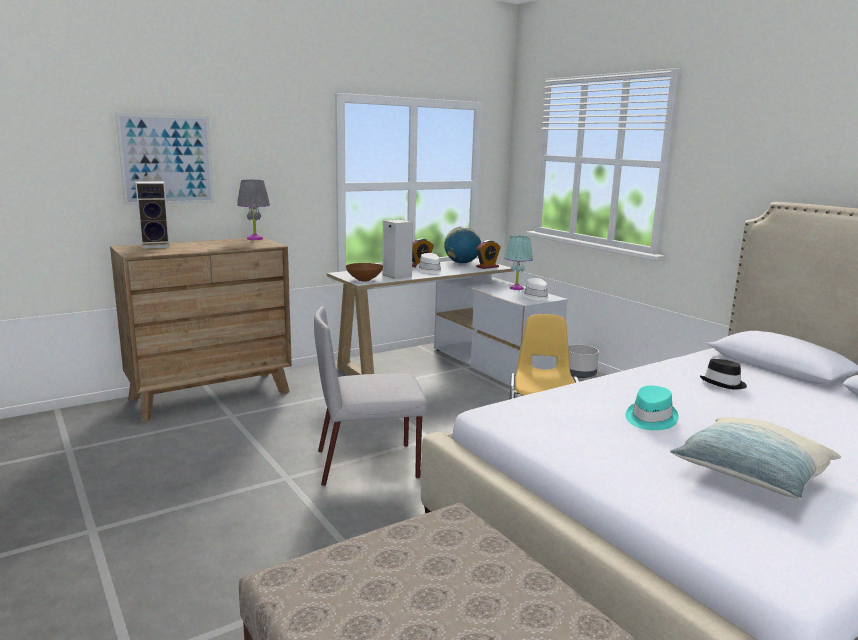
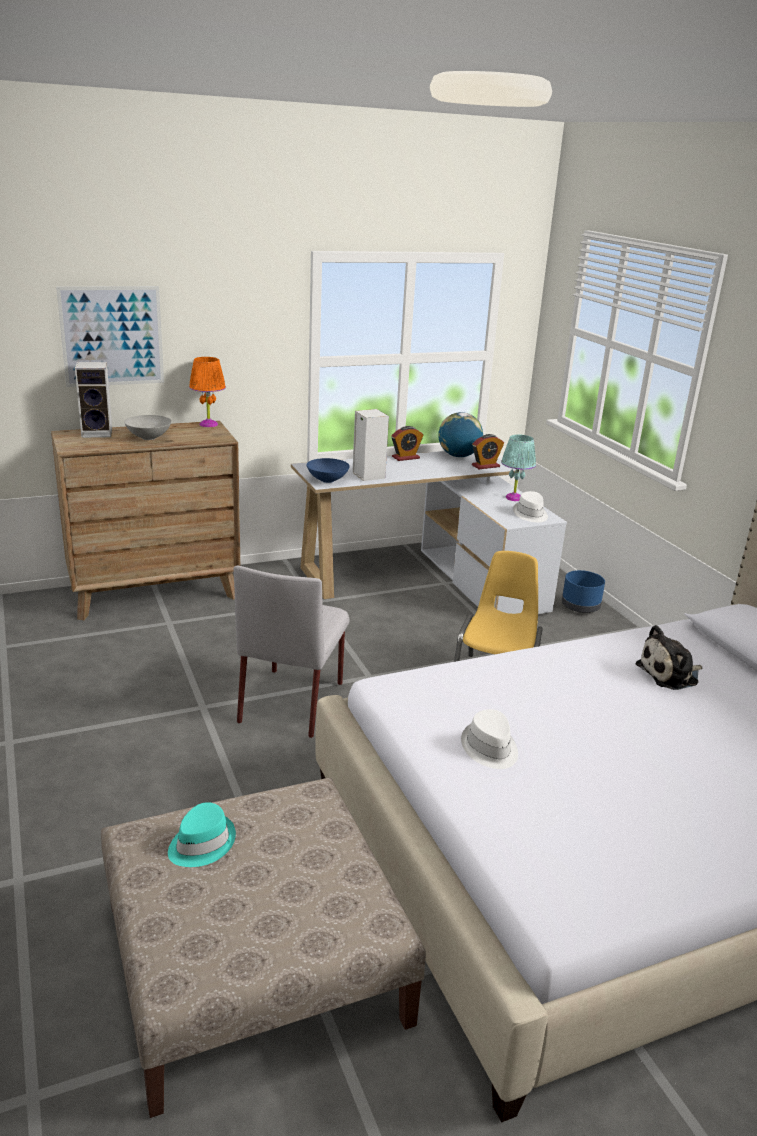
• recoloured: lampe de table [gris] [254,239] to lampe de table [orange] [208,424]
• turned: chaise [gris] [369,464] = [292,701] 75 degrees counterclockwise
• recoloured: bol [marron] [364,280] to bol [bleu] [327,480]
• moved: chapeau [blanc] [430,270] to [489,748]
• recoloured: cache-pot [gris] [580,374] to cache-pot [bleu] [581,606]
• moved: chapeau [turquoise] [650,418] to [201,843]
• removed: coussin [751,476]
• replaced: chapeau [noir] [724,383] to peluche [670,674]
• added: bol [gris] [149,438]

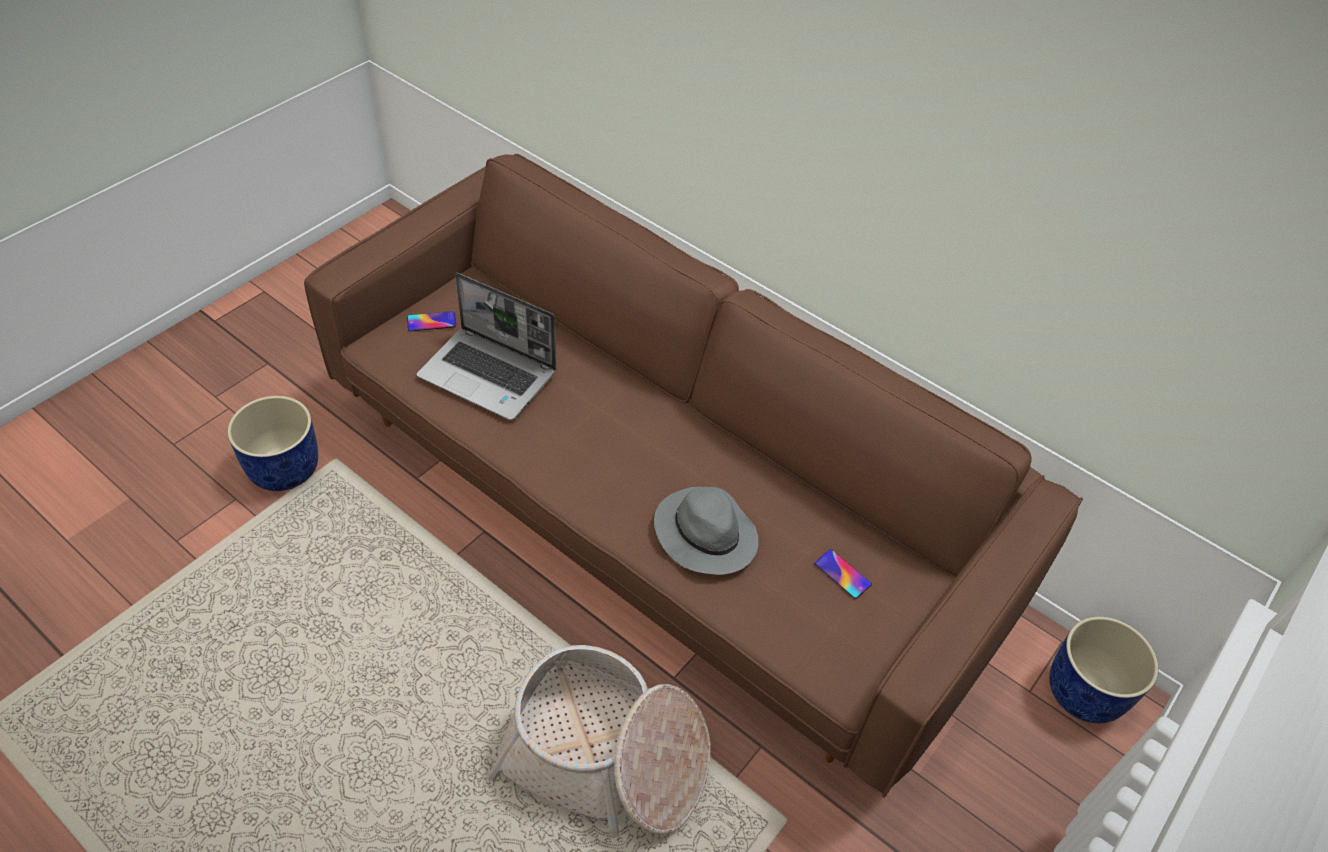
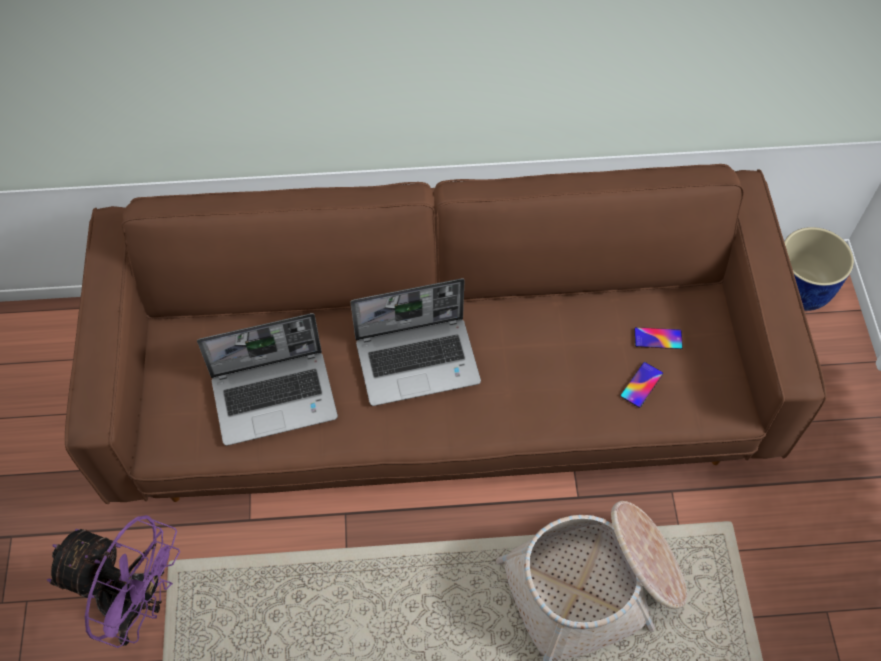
• replaced: cache-pot [bleu] [285,468] to ventilateur [violet] [137,604]
• moved: téléphone [431,321] to [641,385]
• removed: chapeau [gris] [704,533]
• added: ordinateur portable [419,361]

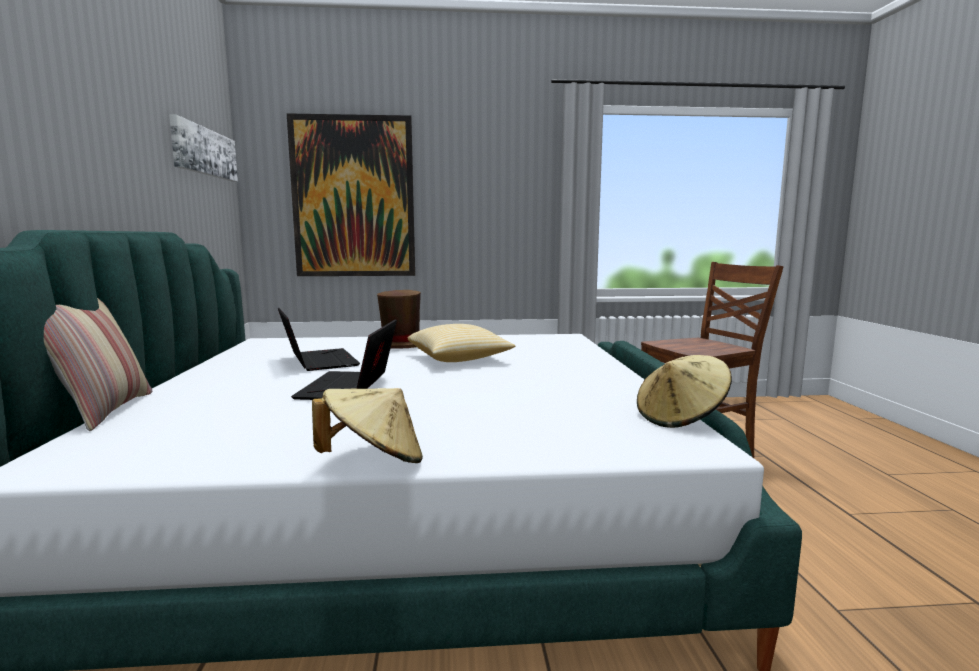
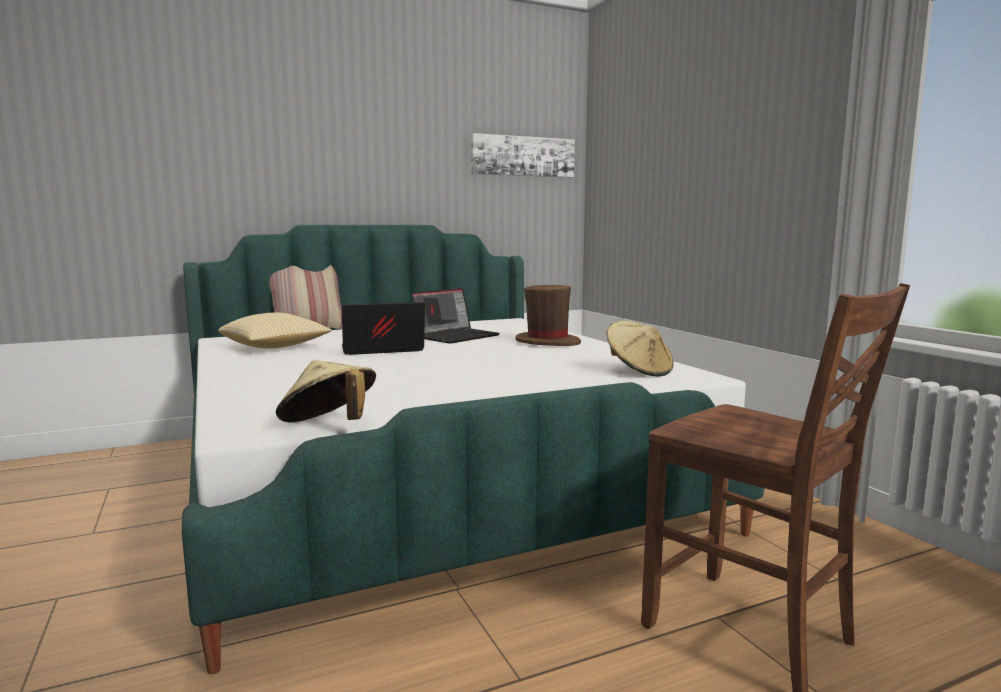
• removed: tableau [353,197]
• moved: chapeau [beige] [374,461] to [639,371]
• moved: coussin [459,359] to [275,347]

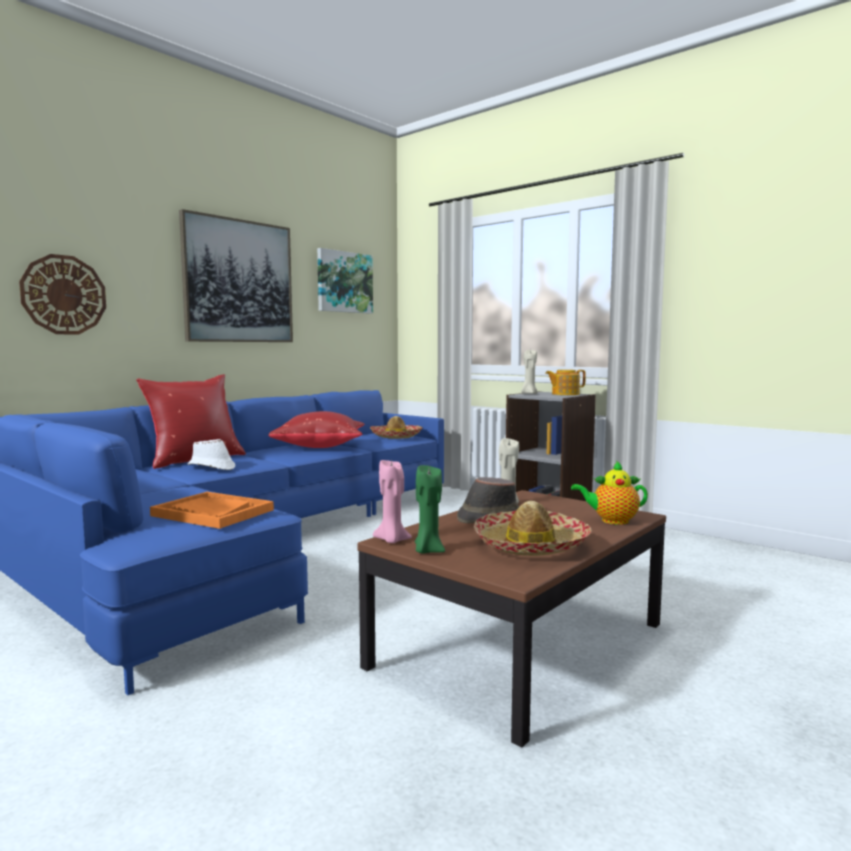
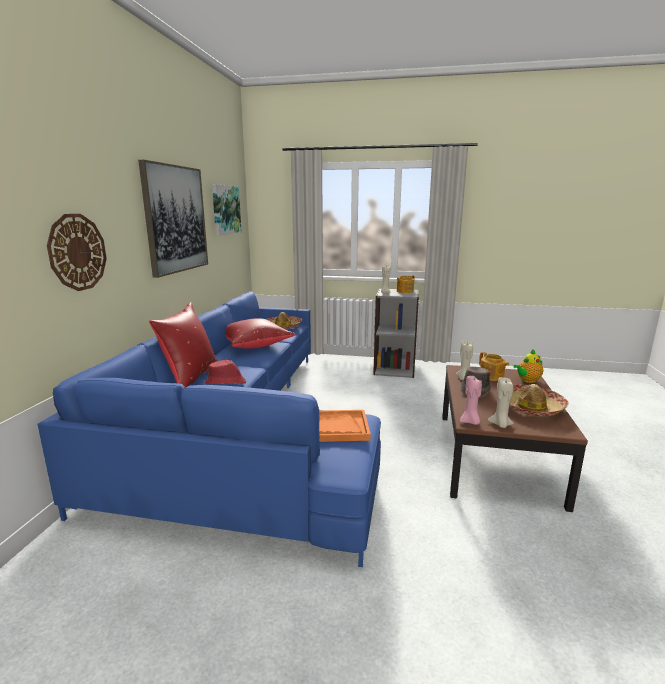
• recoloured: chapeau [blanc] [211,467] to chapeau [rouge] [226,382]
• recoloured: bougie [vert] [428,551] to bougie [beige] [500,424]
• added: théière [491,376]

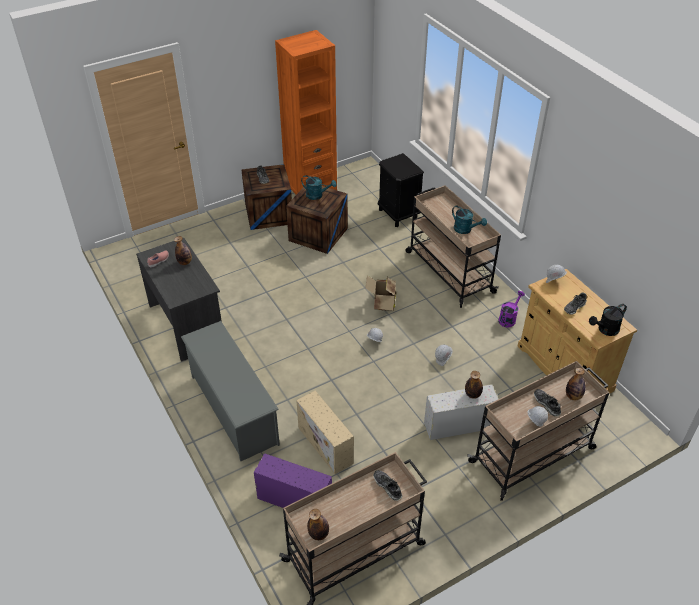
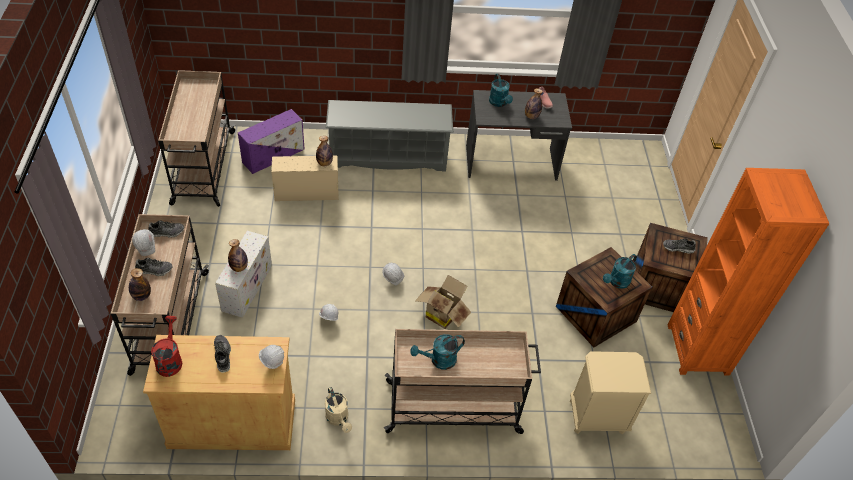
• moved: bouteille [318,534] to [324,163]
• moved: chaussure [387,487] to [166,232]
• recoloured: table de chevet [noir] [398,214] to table de chevet [beige] [597,417]
• recoloured: arrosoir [violet] [508,318] to arrosoir [beige] [338,419]
• recoloured: arrosoir [noir] [605,330] to arrosoir [rouge] [170,359]
• added: arrosoir [turquoise] [499,103]

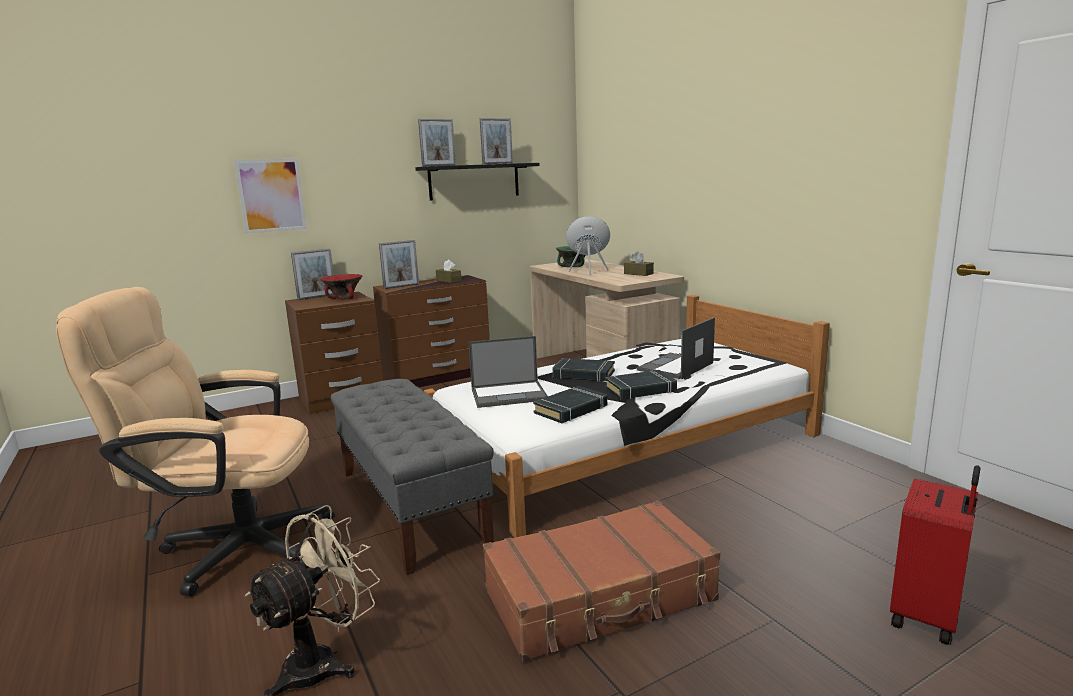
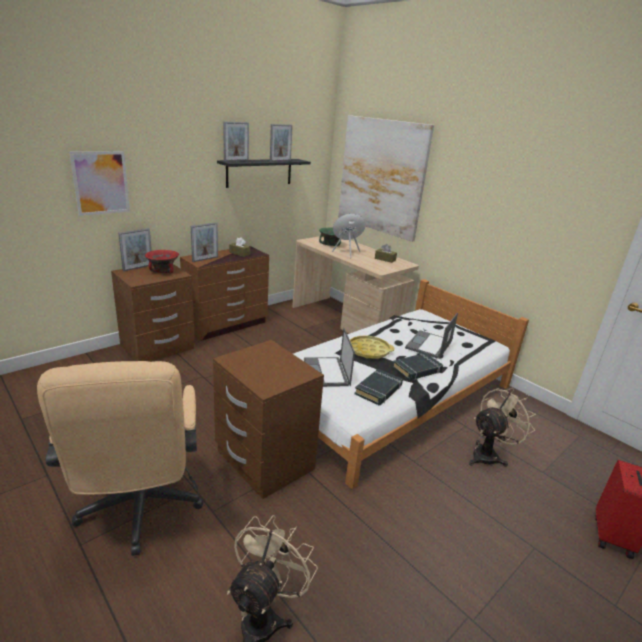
• turned: chaise de bureau [beige] [231,547] = [140,511] 90 degrees counterclockwise
• replaced: banc [gris] [411,506] to table de chevet [marron] [263,461]
• turned: ordinateur portable [510,394] = [326,372] 105 degrees clockwise
• removed: valise [marron] [601,597]
• replaced: livre [noir] [583,374] to plateau [jaune] [368,351]
• added: tableau [381,176]
• added: ventilateur [beige] [489,455]

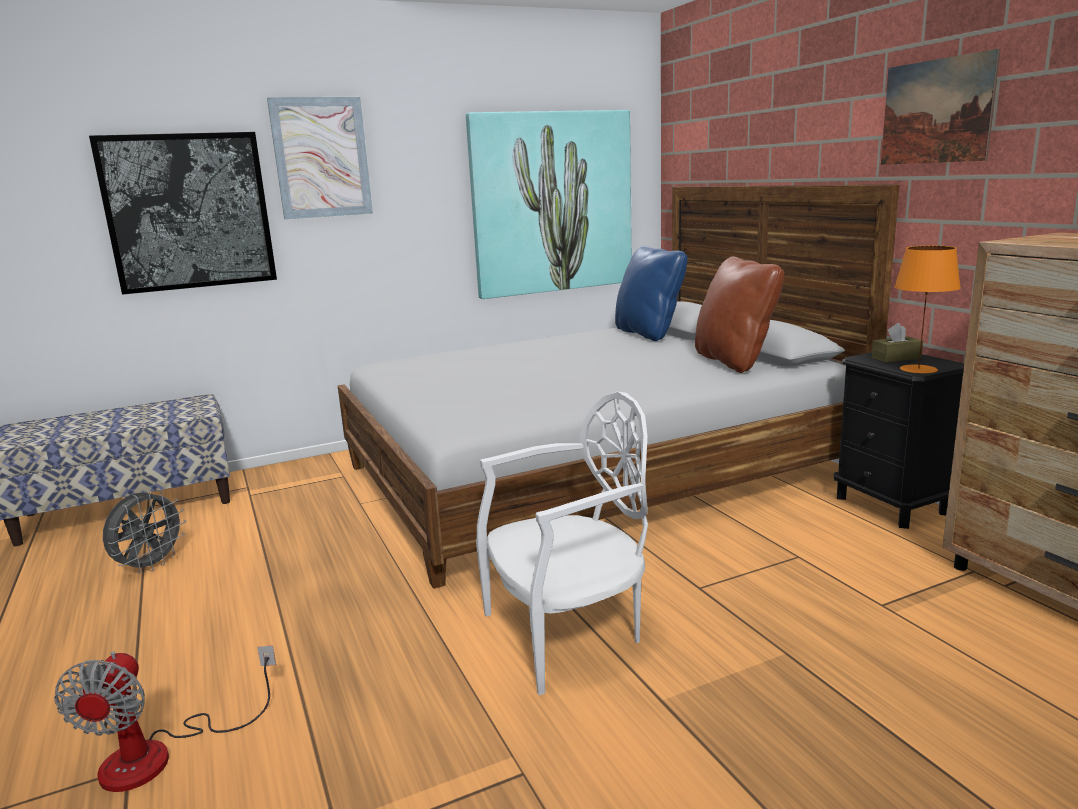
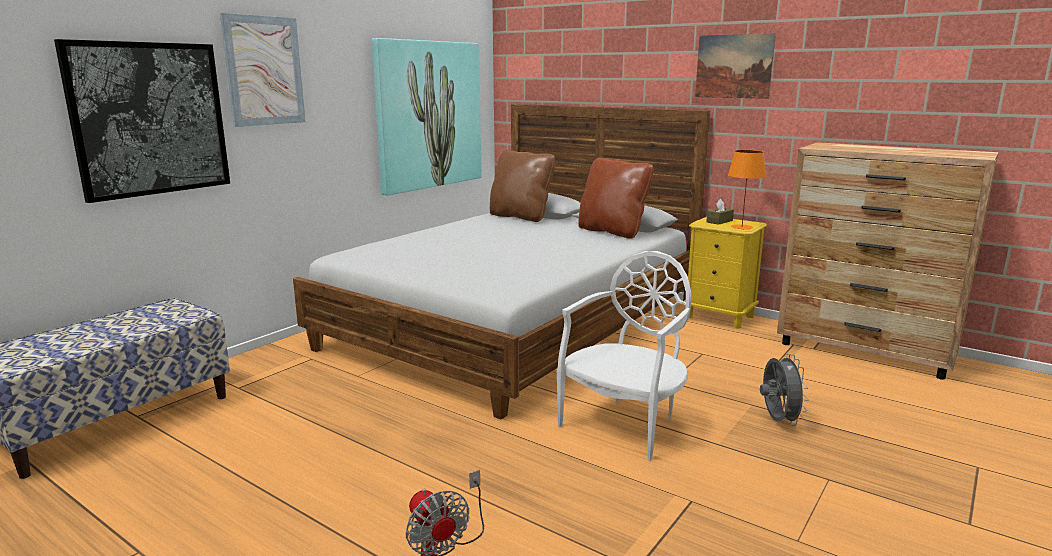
• moved: ventilateur [gris] [150,566] to [777,421]
• recoloured: coussin [bleu] [649,333] to coussin [marron] [521,217]
• recoloured: table de chevet [noir] [891,505] to table de chevet [jaune] [719,317]

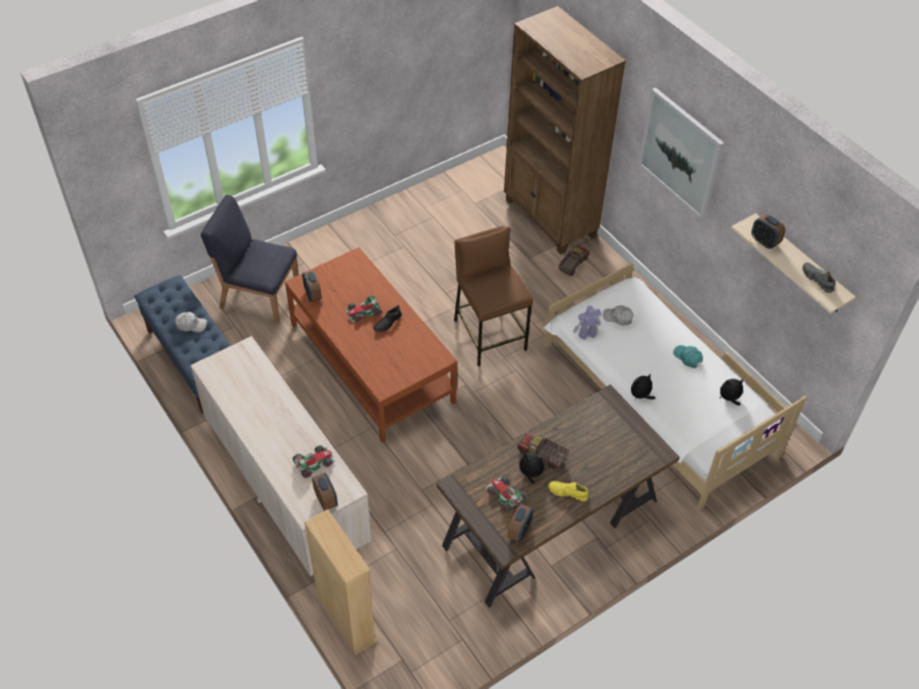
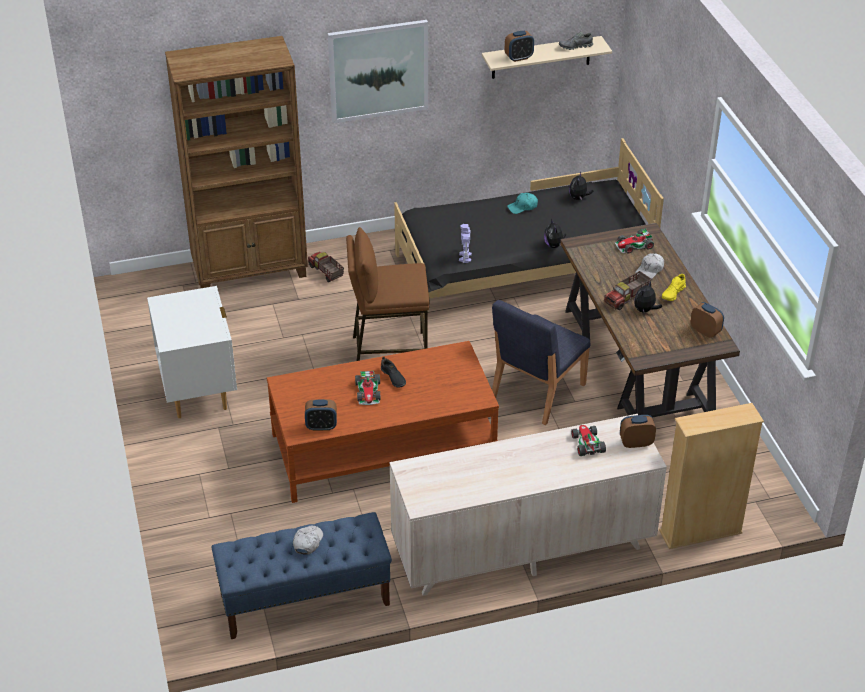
• moved: chaise [bleu] [259,295] to [537,391]
• moved: petite voiture [504,496] to [634,245]
• recoloured: lit [blanc] [656,398] to lit [noir] [522,266]
• moved: casquette [blanc] [618,318] to [650,270]
• added: table de chevet [blanc] [198,392]

